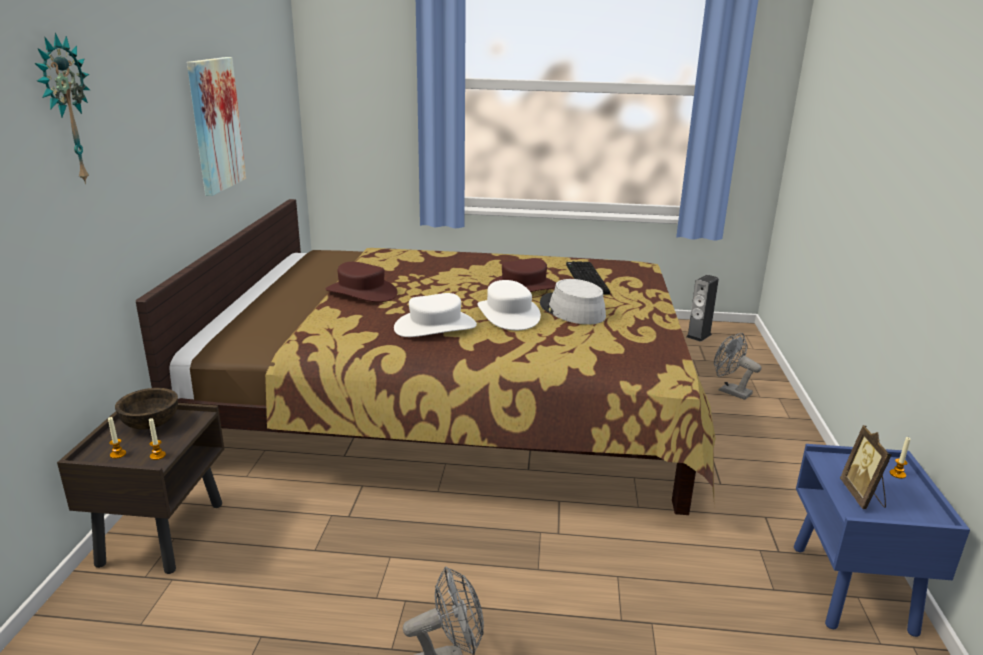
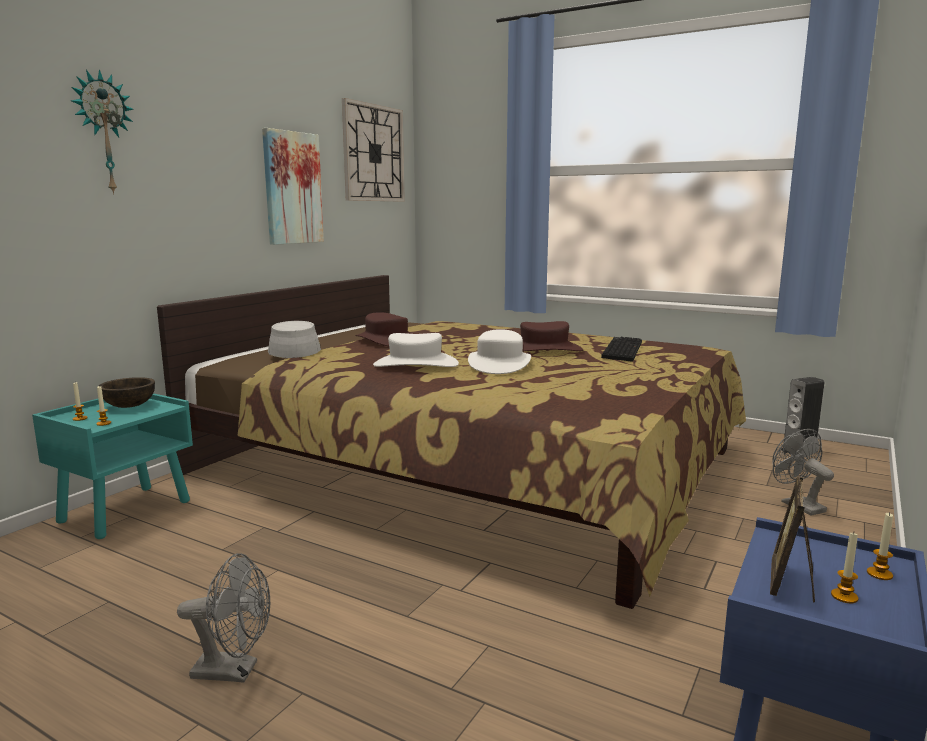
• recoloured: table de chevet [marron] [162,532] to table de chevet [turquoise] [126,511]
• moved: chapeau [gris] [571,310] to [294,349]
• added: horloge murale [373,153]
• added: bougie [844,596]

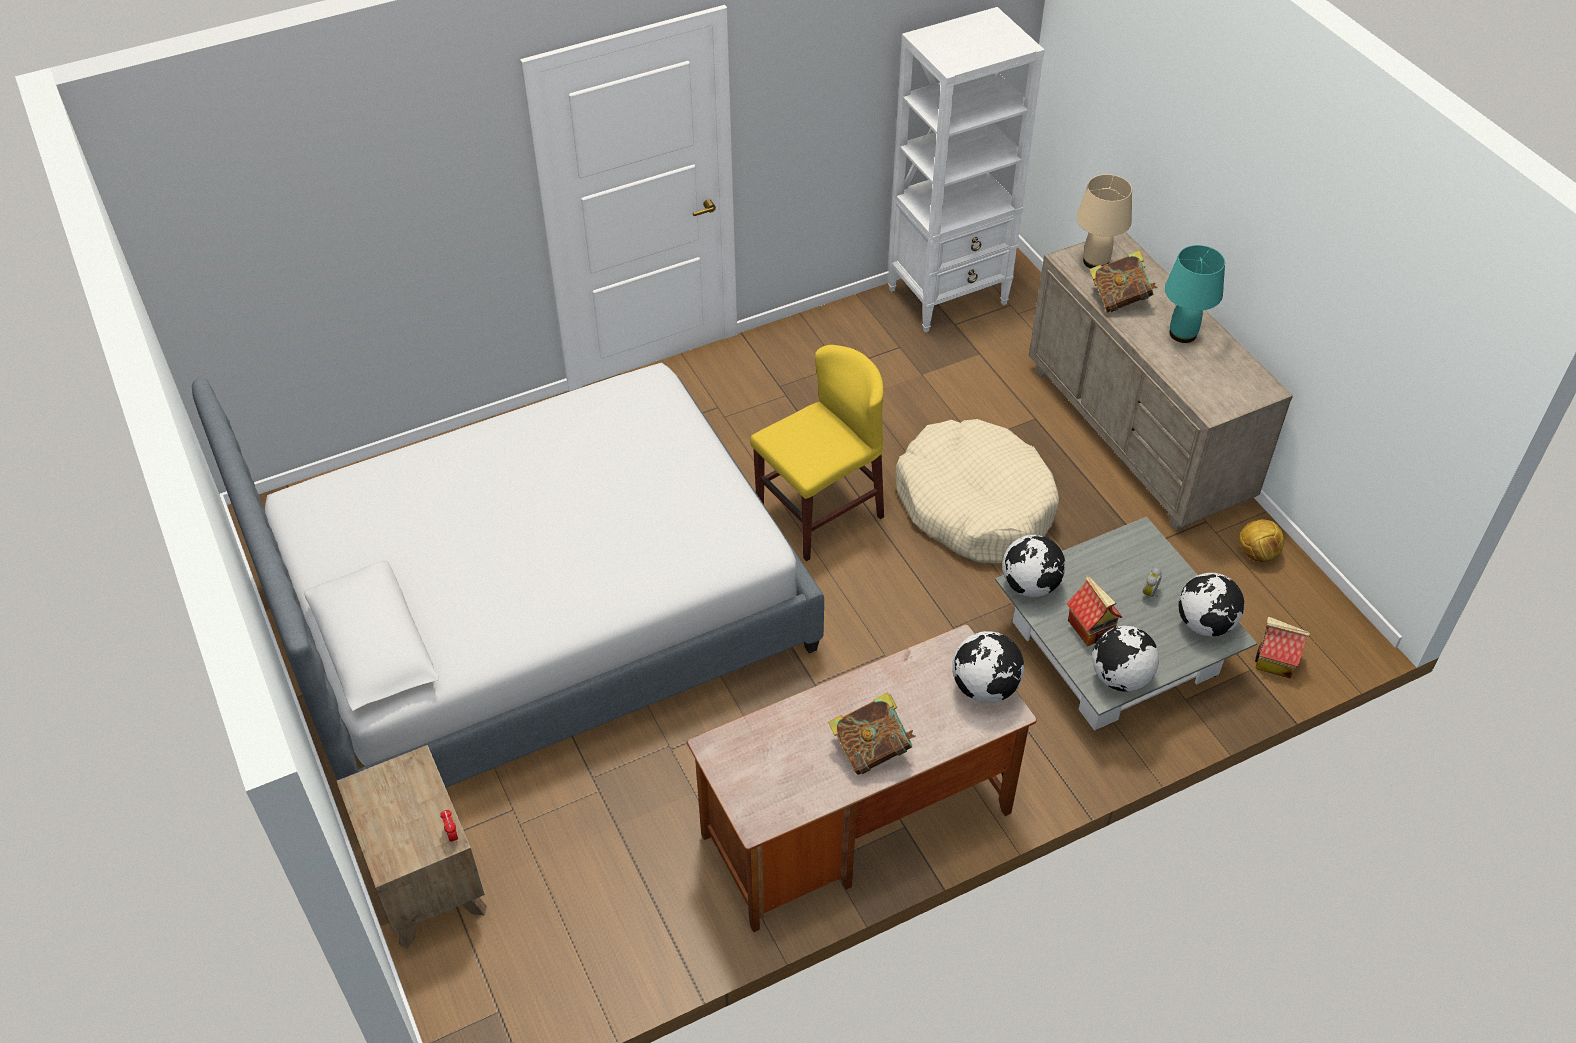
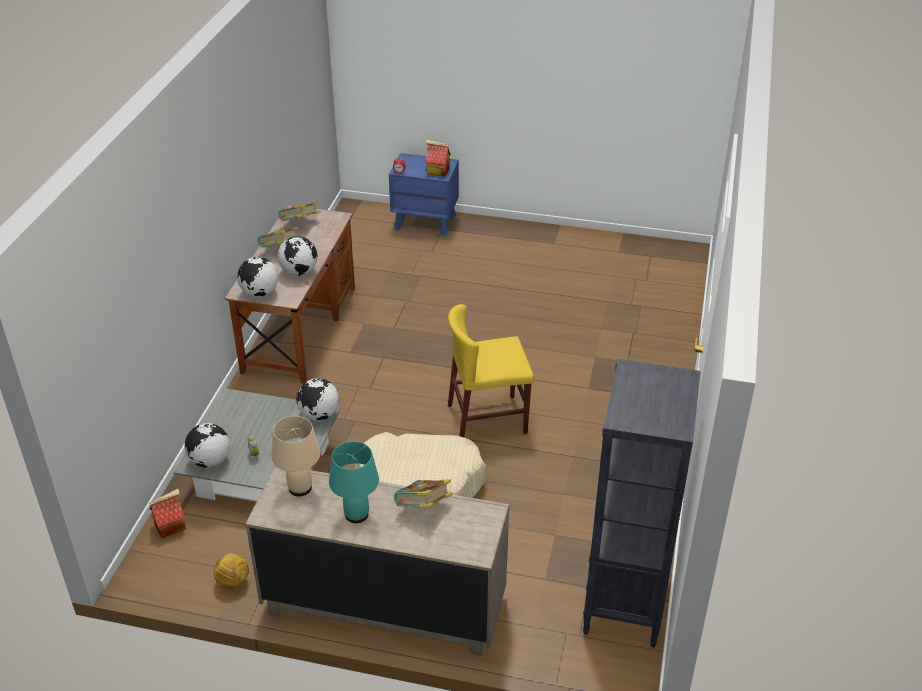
• removed: lit [538,616]
• recoloured: table de chevet [marron] [426,883] to table de chevet [bleu] [425,222]
• turned: chaise [jaune] [819,514] = [487,419] 75 degrees clockwise
• recoloured: bibliothèque [blanc] [948,296] to bibliothèque [noir] [624,605]
• moved: maison miniature [1091,628] to [437,171]
• moved: lampe de table [beige] [1096,261] to [299,488]
• moved: globe [1119,678] to [299,272]
• added: livre [300,224]

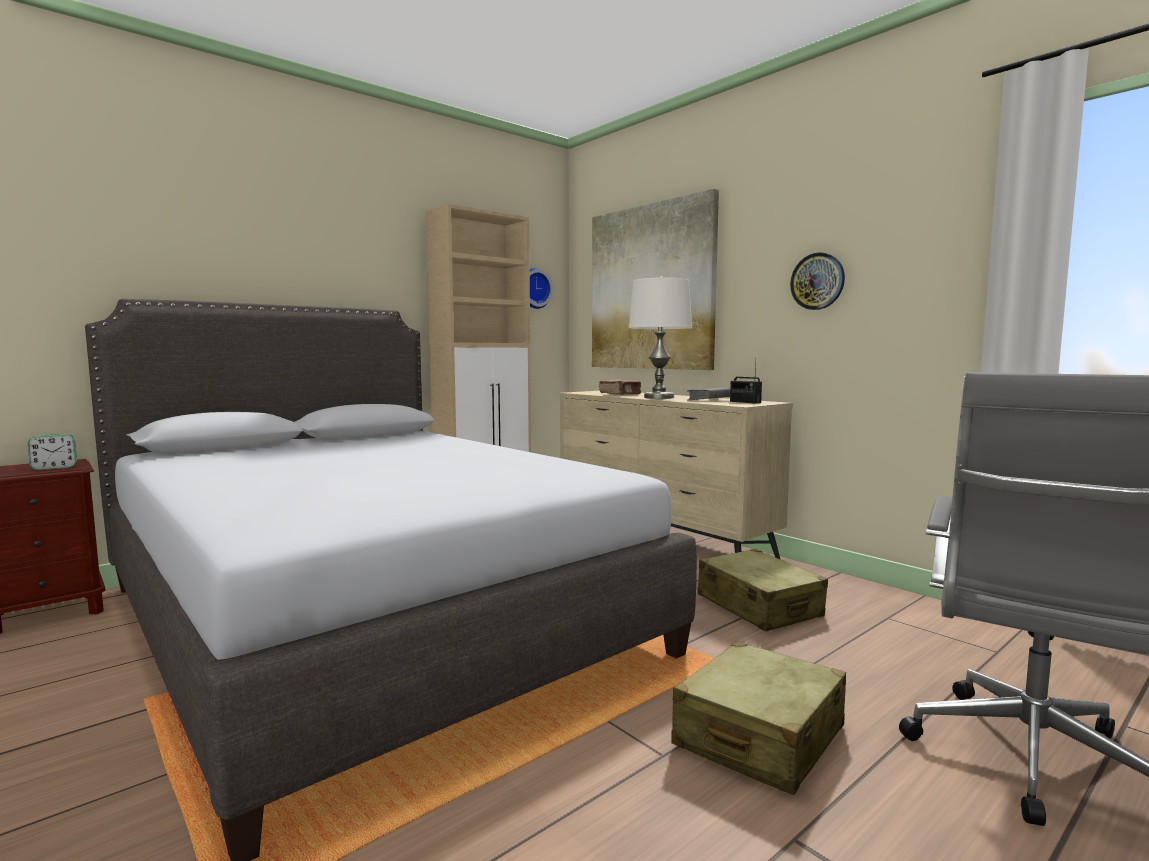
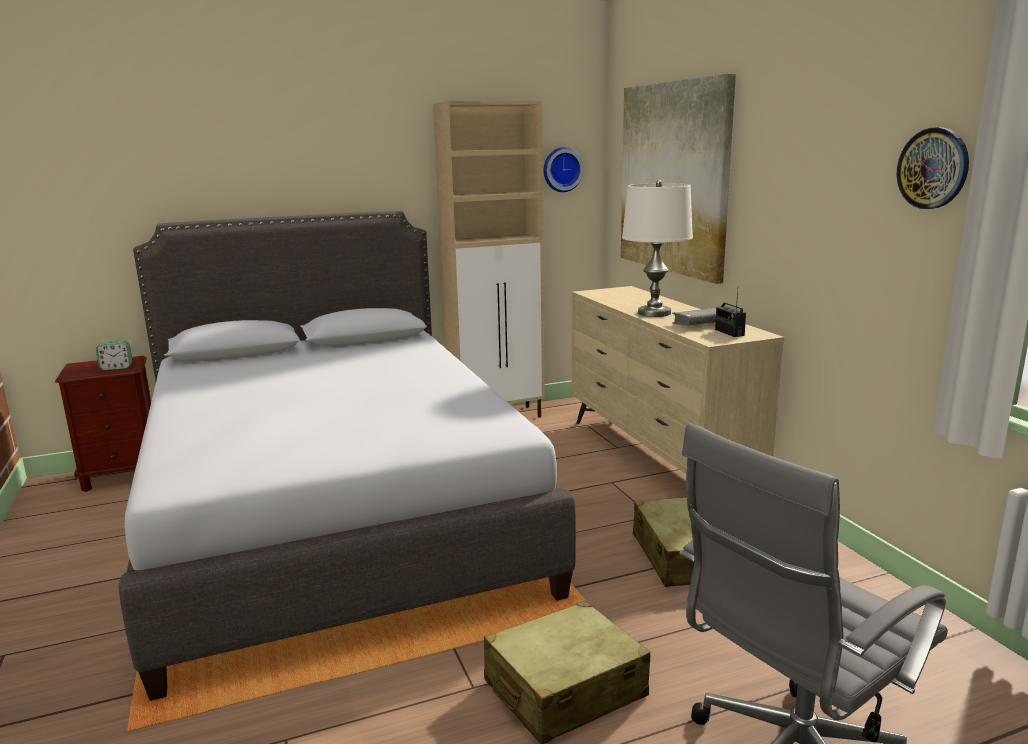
• removed: livre [marron] [620,395]
• moved: horloge murale [817,281] to [933,168]

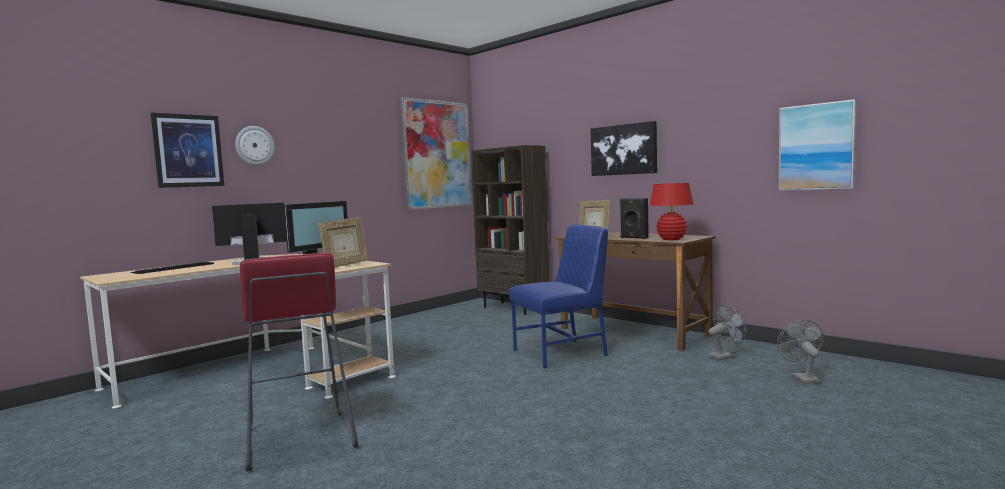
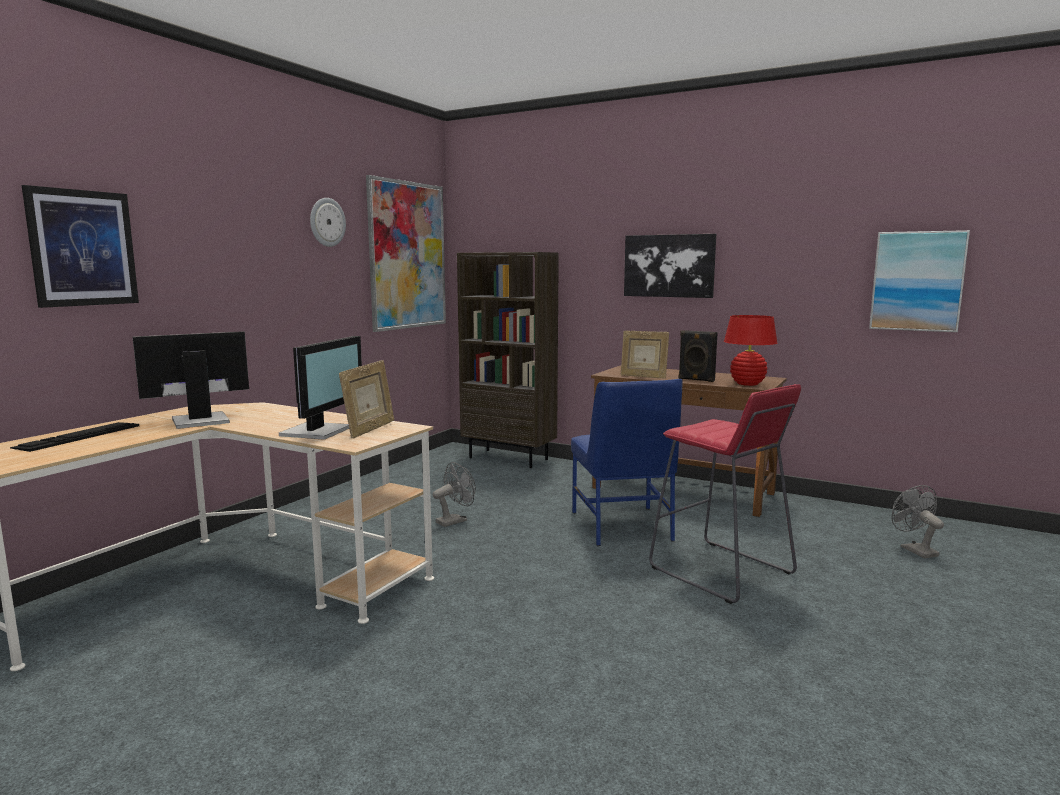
• moved: horloge murale [254,145] to [327,222]
• moved: tabouret [rouge] [299,439] to [721,571]
• turned: chaise [bleu] [562,353] = [622,526] 120 degrees clockwise
• moved: ventilateur [gris] [725,356] to [455,520]

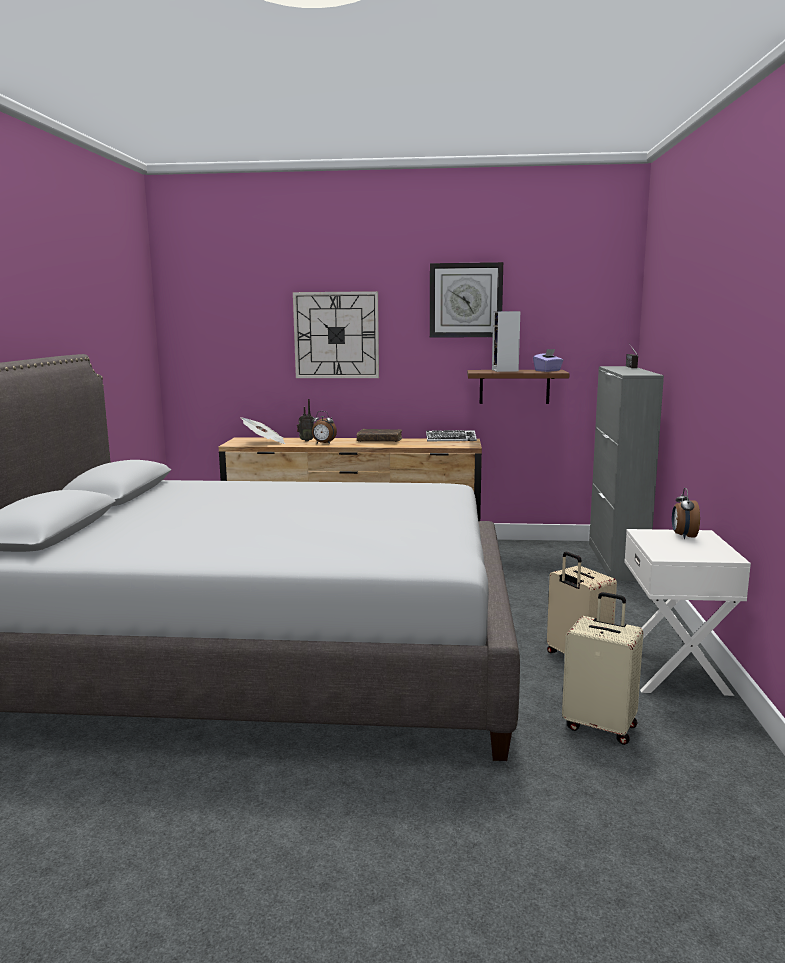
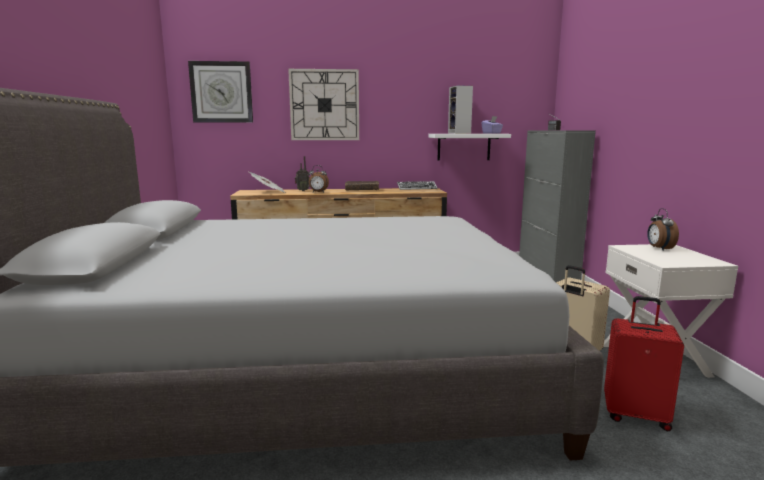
• moved: horloge murale [465,300] to [221,92]
• recoloured: étagère [marron] [514,386] to étagère [blanc] [464,147]
• recoloured: valise [beige] [600,726] to valise [rouge] [635,415]

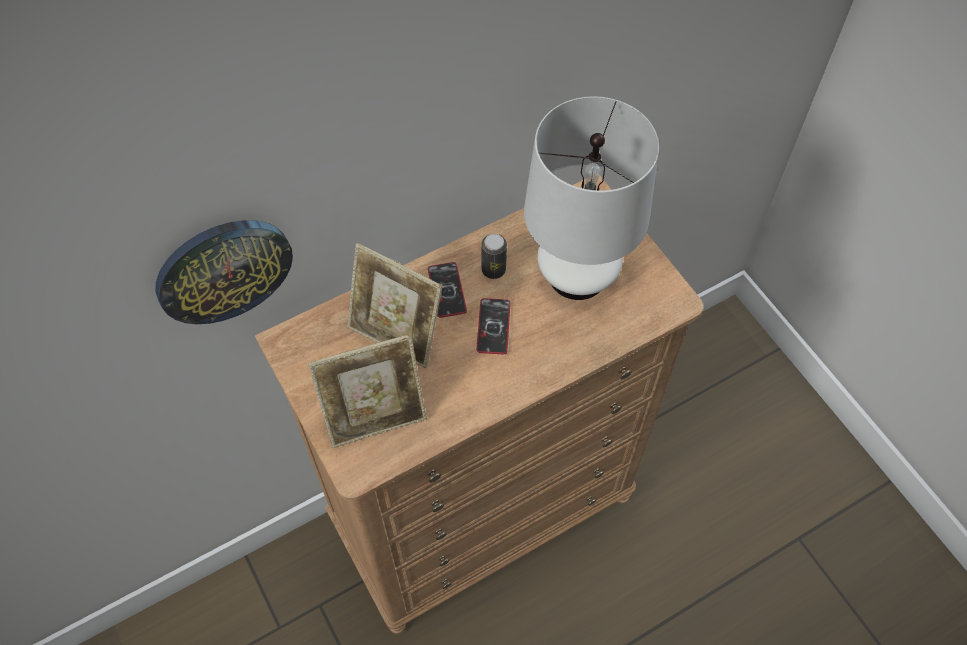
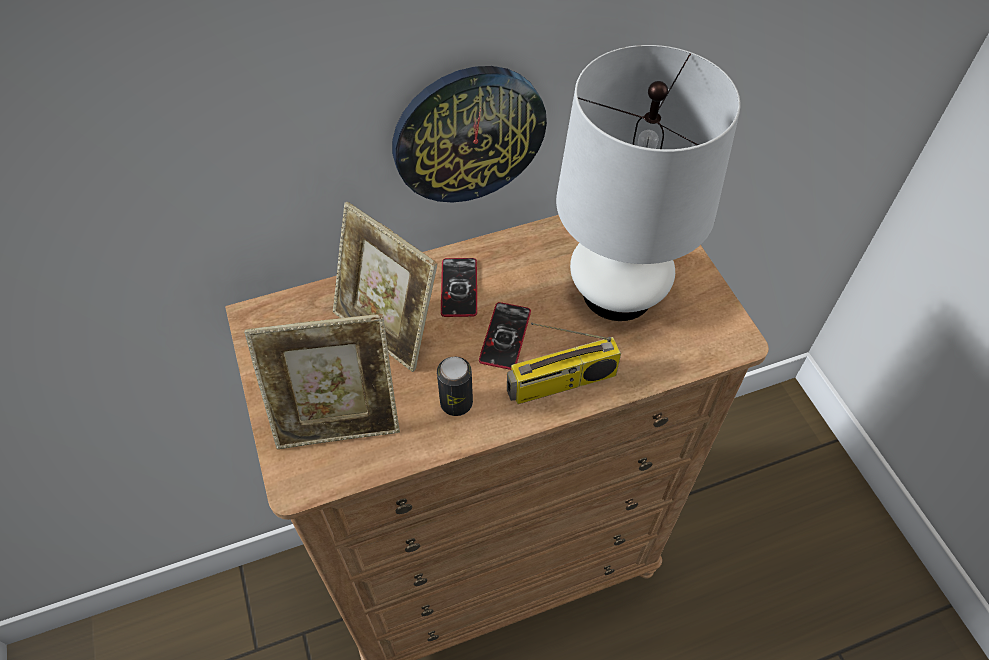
• moved: horloge murale [223,270] to [468,134]
• moved: boîte métallique [493,269] to [456,403]
• added: radio [561,384]

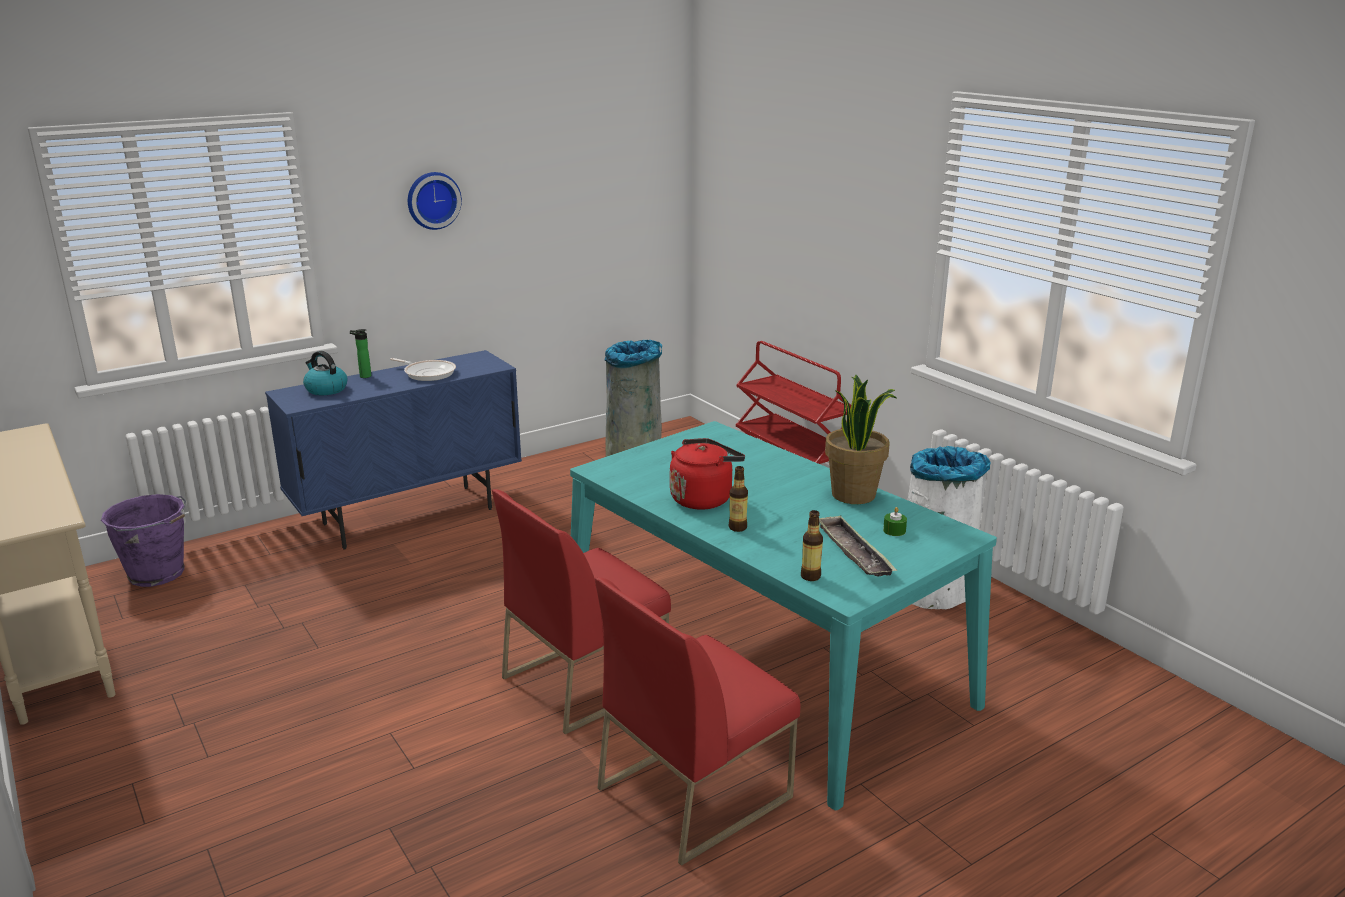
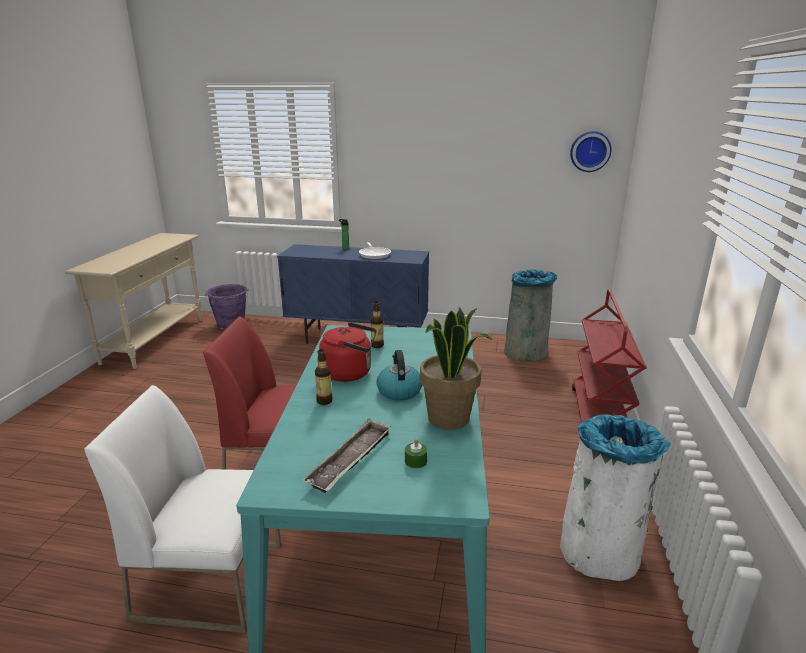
• moved: bouilloire [325,389] to [399,390]
• moved: horloge murale [432,200] to [590,151]
• recoloured: chaise [rouge] [694,791] to chaise [blanc] [211,579]
• moved: bouteille [810,576] to [377,345]

